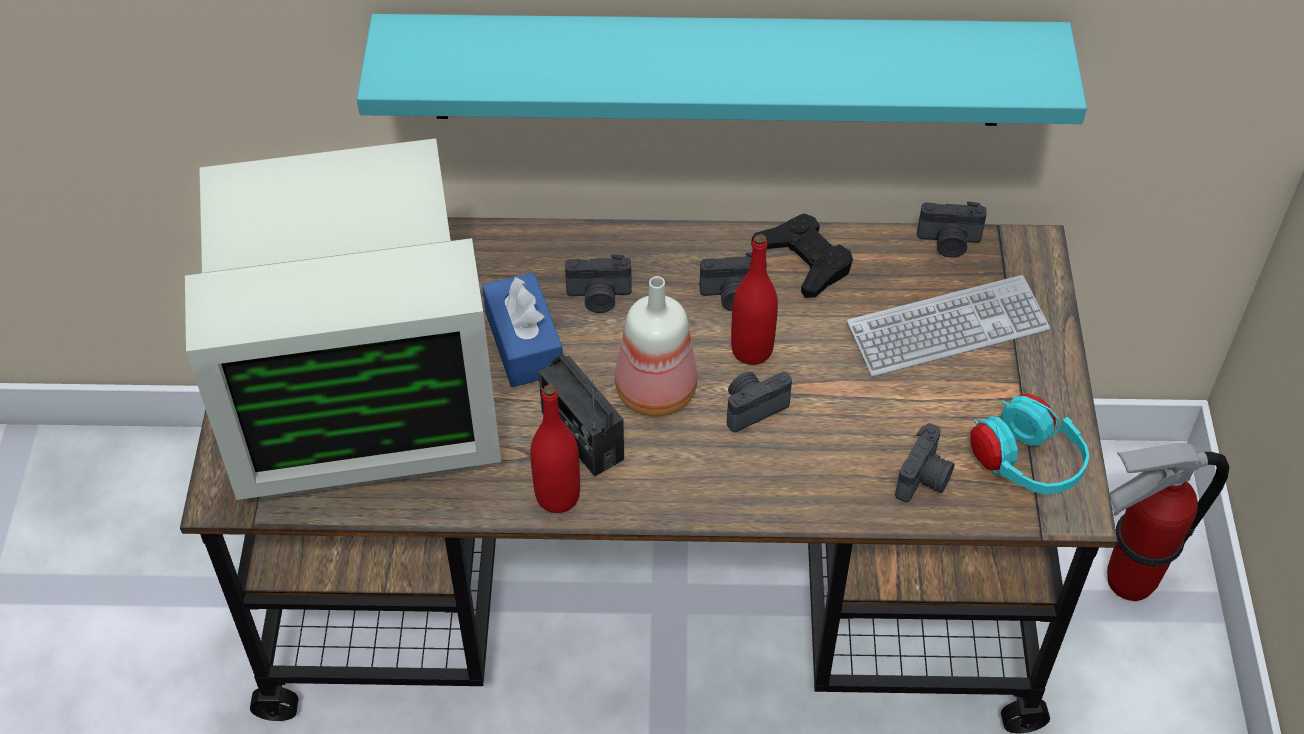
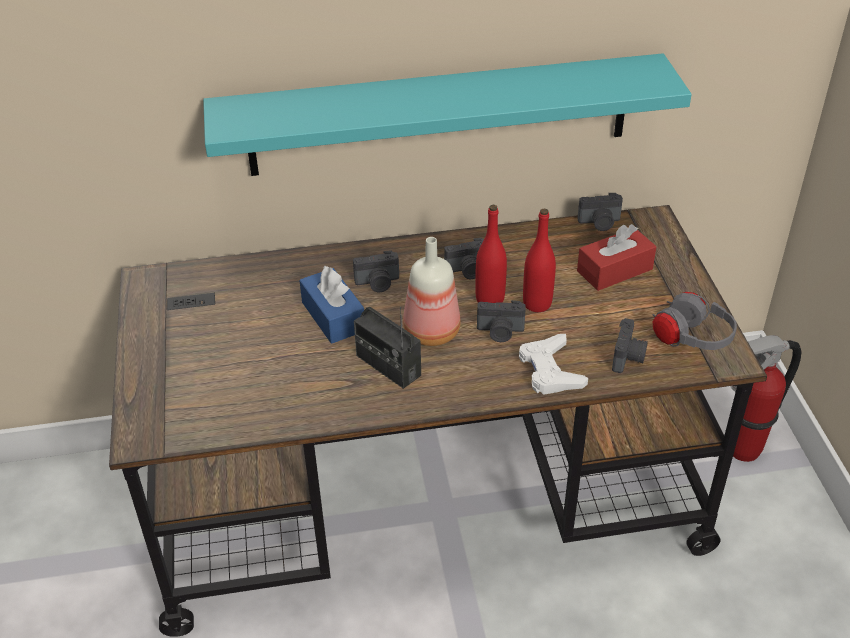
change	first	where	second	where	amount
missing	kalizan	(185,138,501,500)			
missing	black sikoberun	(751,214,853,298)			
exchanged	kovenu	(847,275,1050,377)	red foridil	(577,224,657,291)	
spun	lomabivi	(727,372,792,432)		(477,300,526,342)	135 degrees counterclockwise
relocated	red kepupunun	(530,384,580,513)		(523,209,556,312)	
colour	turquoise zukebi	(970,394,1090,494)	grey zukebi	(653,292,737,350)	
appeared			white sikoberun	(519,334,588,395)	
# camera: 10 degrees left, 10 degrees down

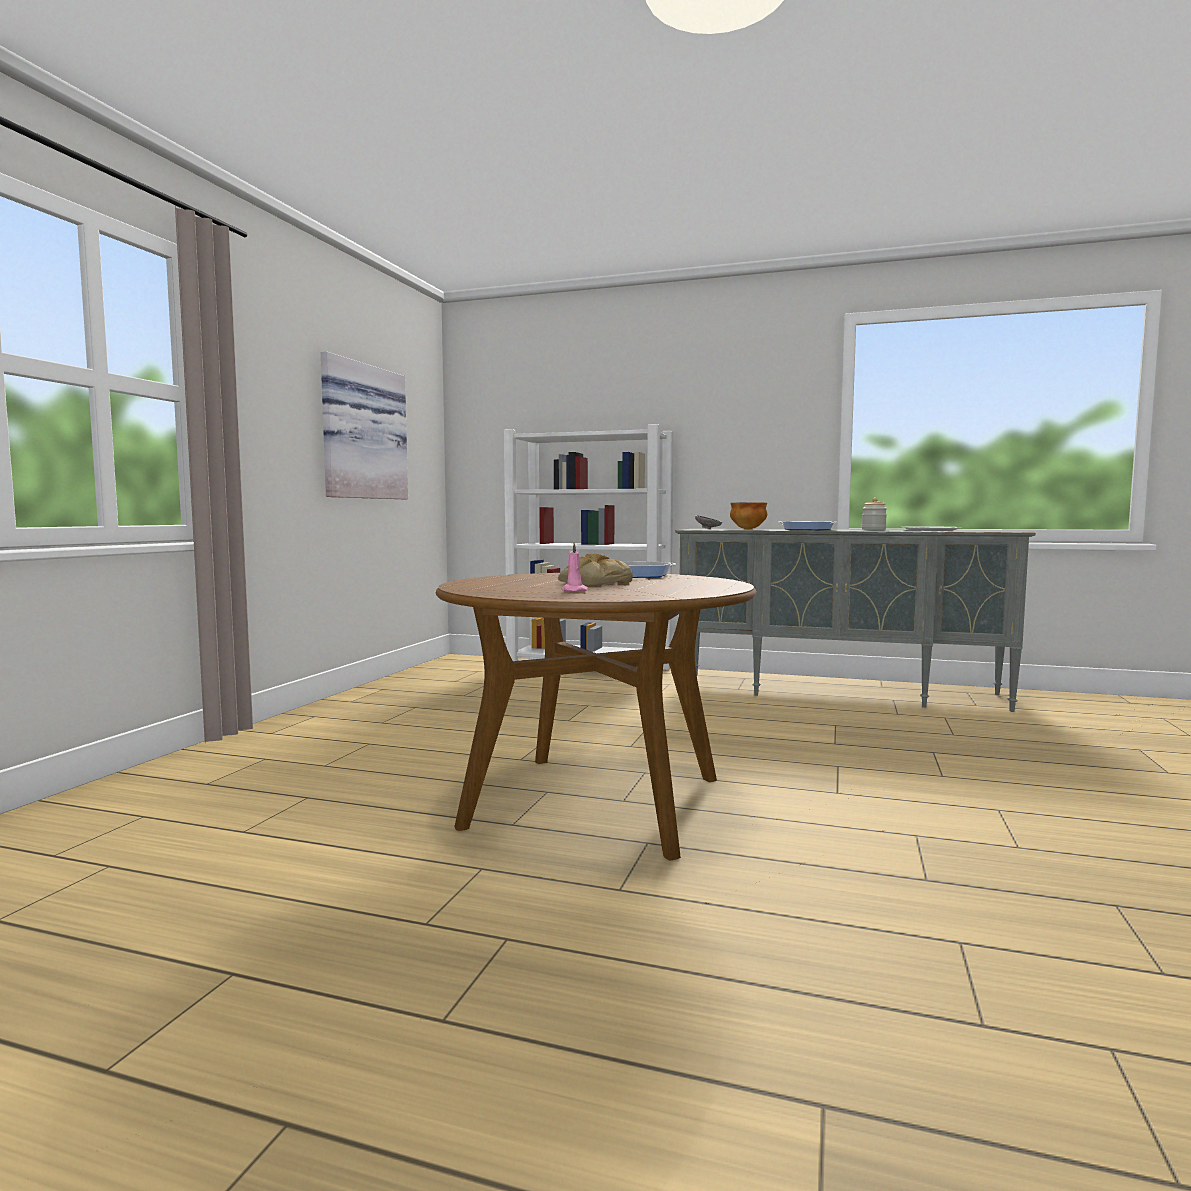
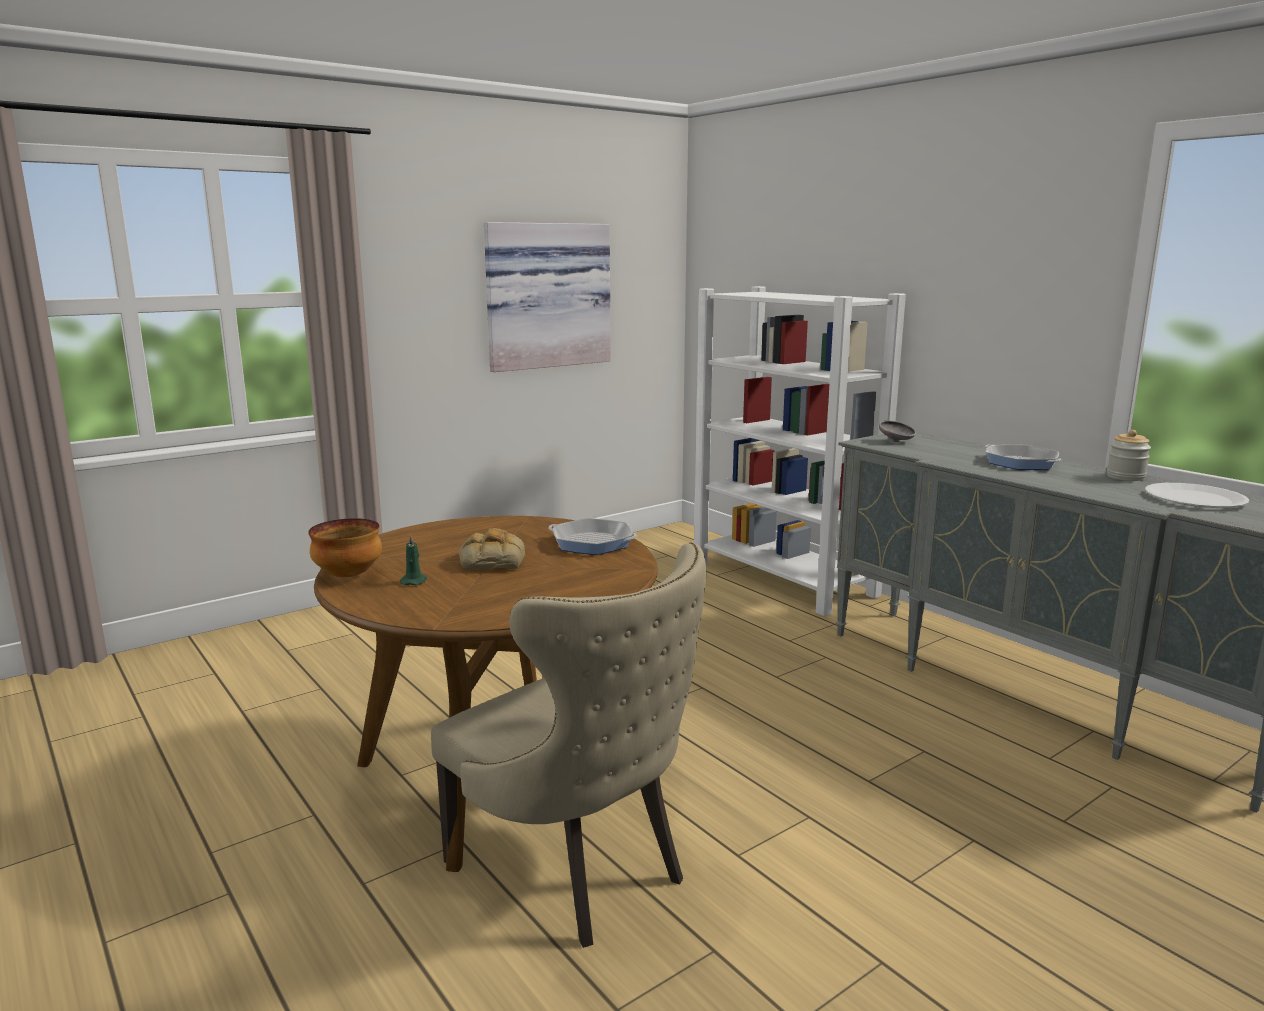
change	first	where	second	where	amount
relocated	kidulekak	(730,503,767,529)		(308,518,382,577)	
colour	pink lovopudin	(561,542,588,592)	green lovopudin	(400,534,427,585)	
appeared			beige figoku	(431,543,706,948)	
# camera: 35 degrees right, 10 degrees up

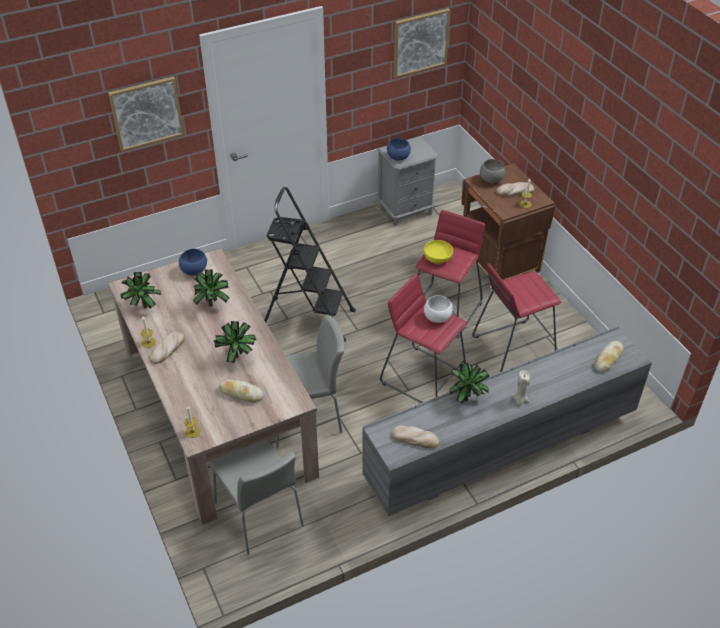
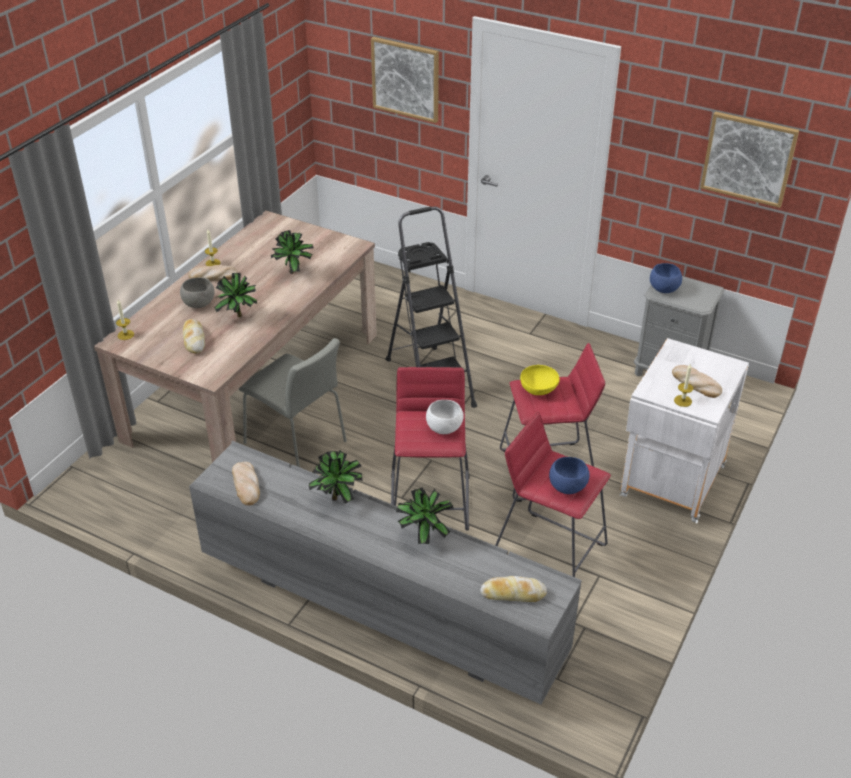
change	first	where	second	where	amount
relocated	grey kidulekak	(480,159,505,183)		(180,277,215,308)	
colour	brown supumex	(461,164,556,291)	white supumex	(620,338,749,523)	
relocated	blue kidulekak	(179,248,207,275)		(549,457,590,494)	
relocated	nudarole	(120,272,161,309)		(396,487,454,544)	
missing	beige lovopudin	(511,370,530,406)			
missing	grey figoku	(209,439,304,555)			
# camera: 55 degrees right, 5 degrees down

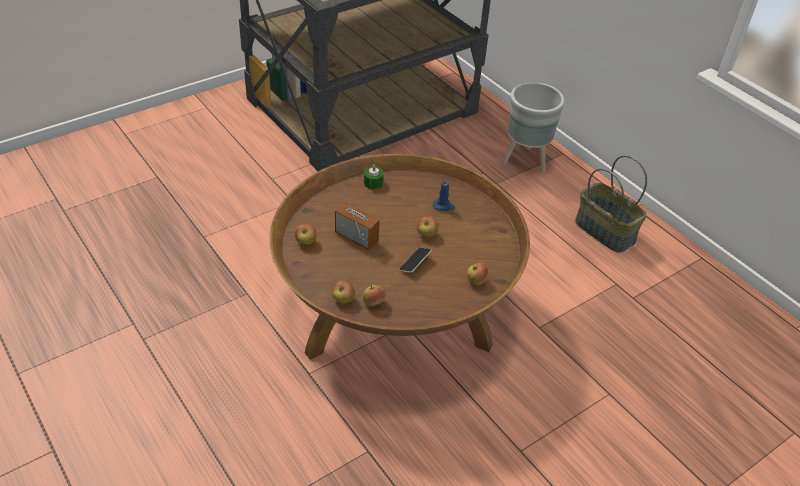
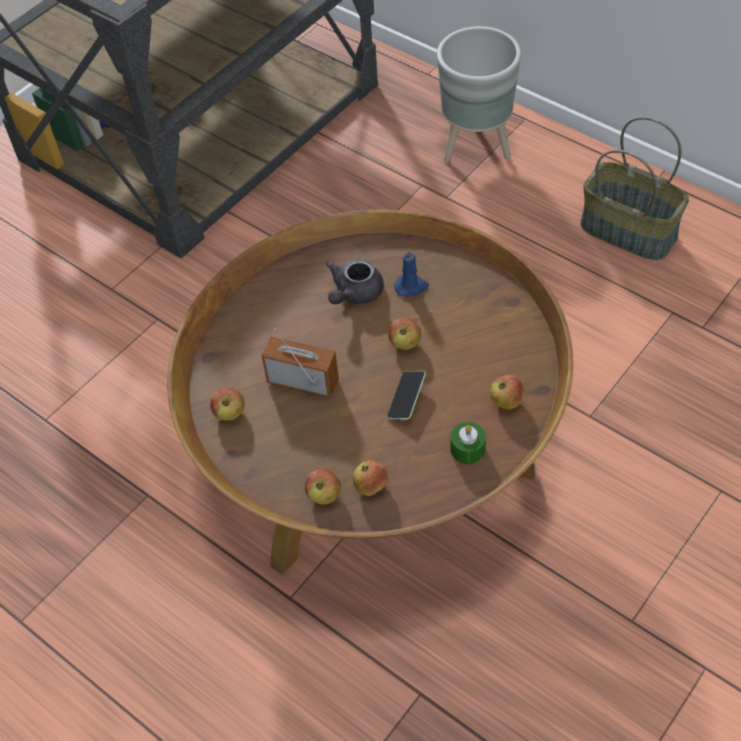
change	first	where	second	where	amount
relocated	green lovopudin	(364,164,384,189)		(450,422,486,464)	
appeared			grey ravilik	(326,259,384,304)	
# camera: 10 degrees left, 10 degrees up

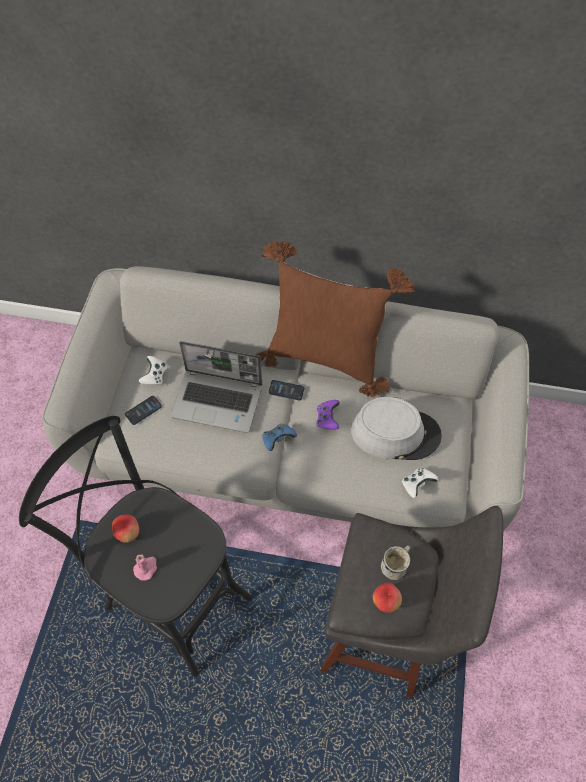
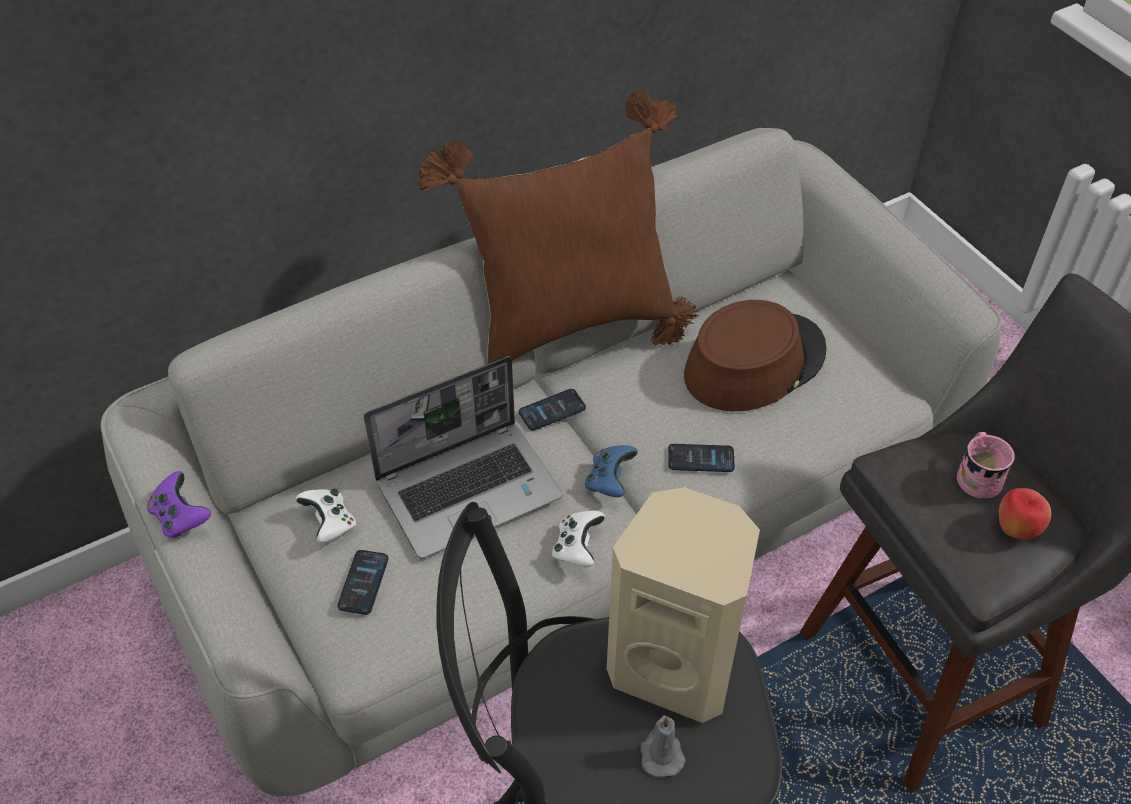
change	first	where	second	where	amount
colour	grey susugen	(351,397,442,460)	brown susugen	(684,300,827,411)	
relocated	purple sikoberun	(316,400,340,430)		(147,471,211,538)	
relocated	white sikoberun	(402,468,439,498)		(552,510,605,567)	
missing	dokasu	(112,515,139,543)			
colour	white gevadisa	(381,546,411,580)	pink gevadisa	(957,432,1015,499)	
colour	pink lovopudin	(133,554,157,581)	grey lovopudin	(640,715,686,778)	
appeared			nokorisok	(668,444,735,472)	
appeared			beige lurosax	(607,487,760,723)	
# camera: 40 degrees left, 10 degrees down

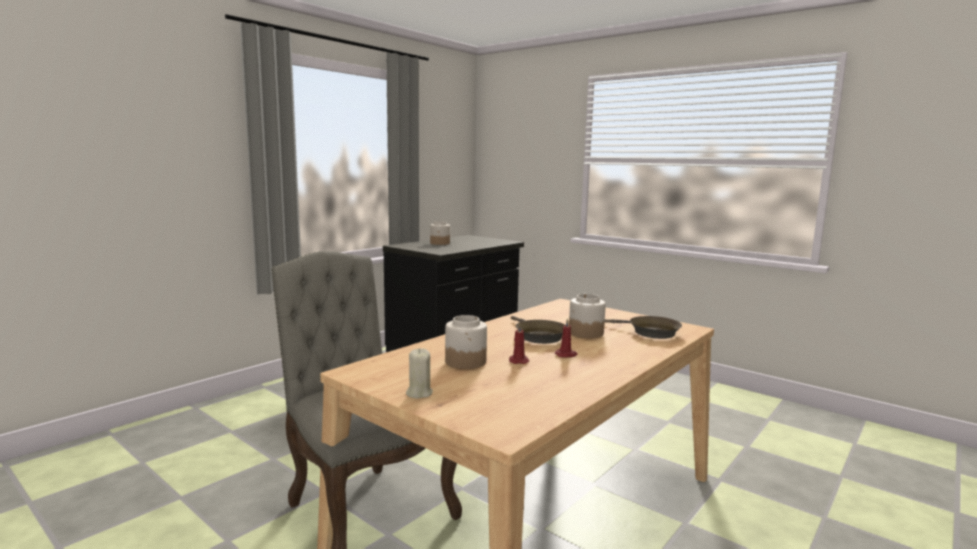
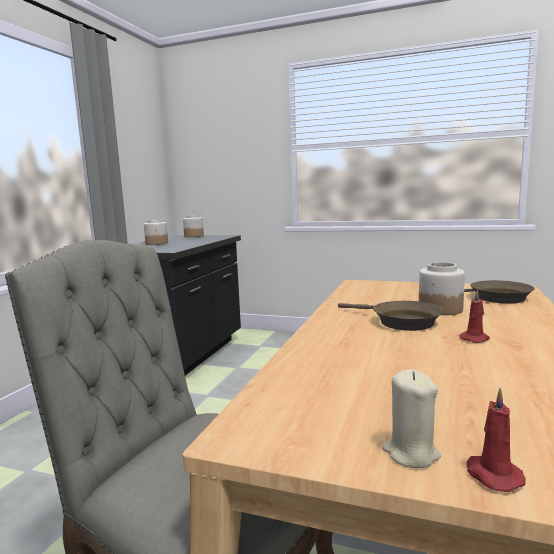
change	first	where	second	where	amount
relocated	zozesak	(445,315,487,369)		(183,215,204,237)	
relocated	red lovopudin	(509,324,529,364)		(467,388,526,492)	
# camera: 20 degrees left, 0 degrees up

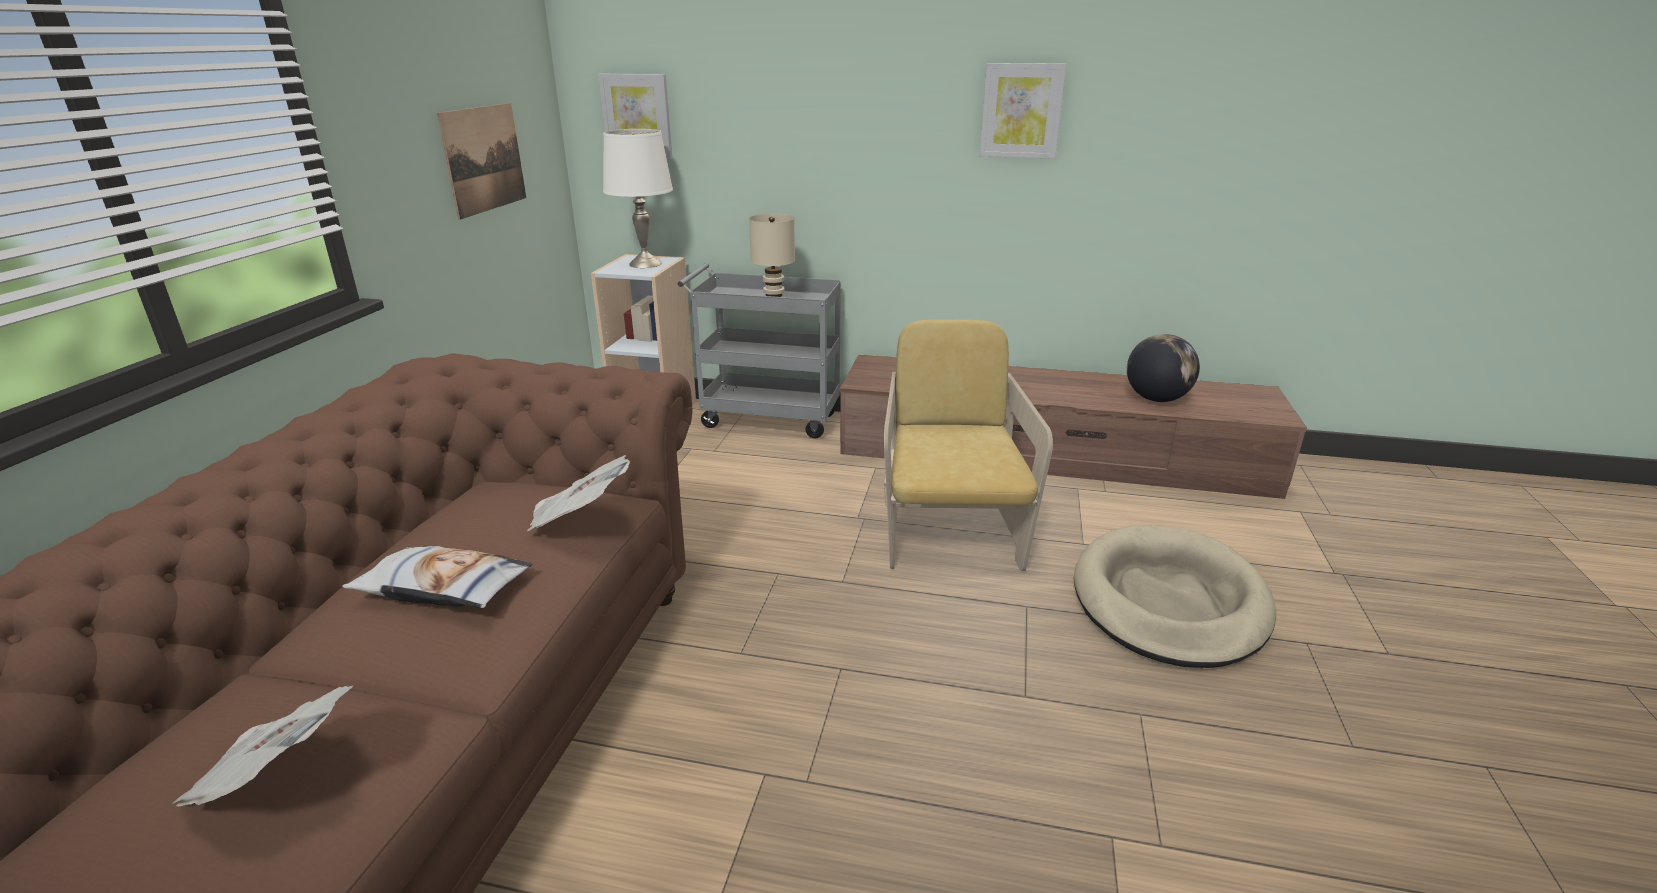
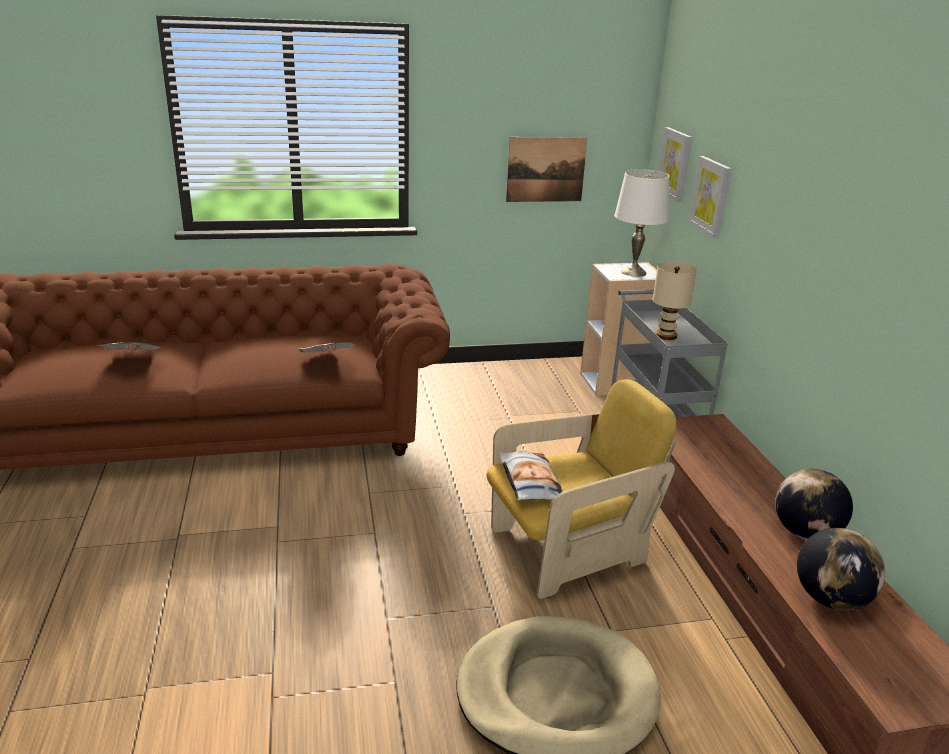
change	first	where	second	where	amount
relocated	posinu	(980,63,1066,159)		(688,156,732,239)	
relocated	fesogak	(342,546,532,608)		(498,451,563,501)	
appeared			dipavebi	(775,469,853,540)	
# camera: 65 degrees right, 0 degrees up

